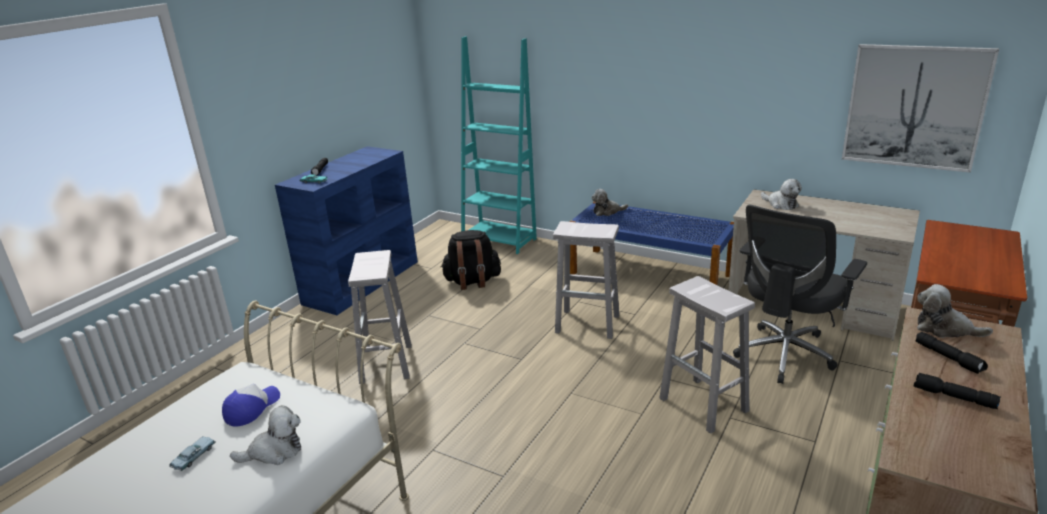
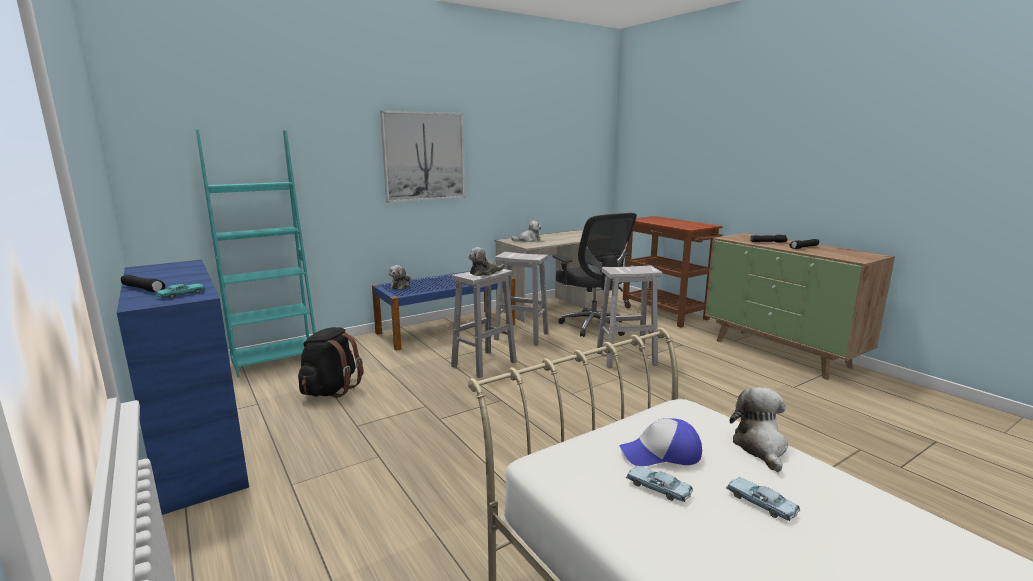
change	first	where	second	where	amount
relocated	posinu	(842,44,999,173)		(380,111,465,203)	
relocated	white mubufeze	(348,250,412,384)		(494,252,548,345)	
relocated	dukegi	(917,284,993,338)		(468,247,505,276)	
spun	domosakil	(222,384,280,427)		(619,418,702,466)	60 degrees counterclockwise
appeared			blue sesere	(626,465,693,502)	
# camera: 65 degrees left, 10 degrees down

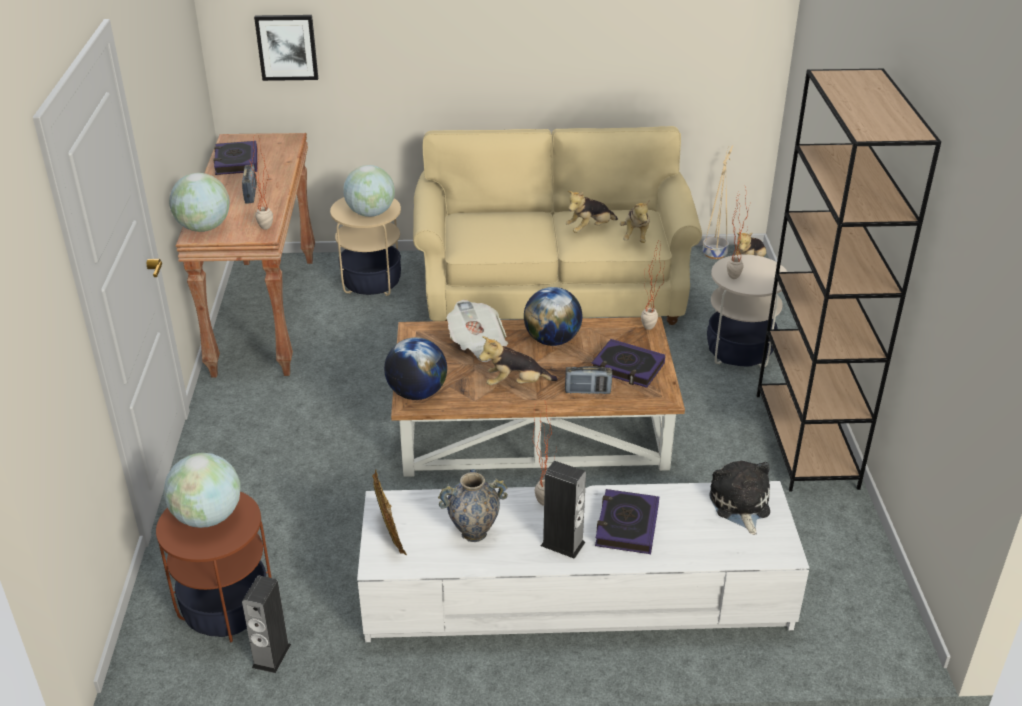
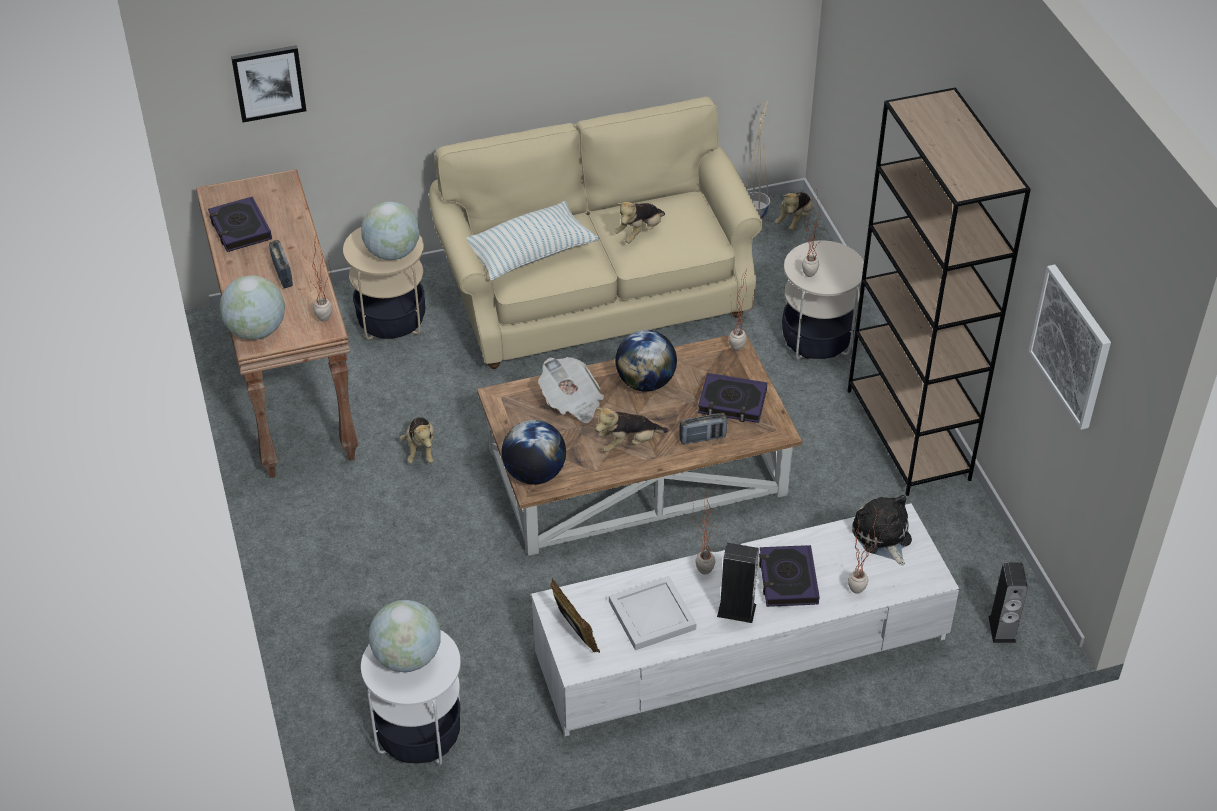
change	first	where	second	where	amount
relocated	dukegi	(620,200,650,243)		(400,417,434,463)	
exchanged	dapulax	(438,469,508,542)	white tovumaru	(609,576,697,650)	
colour	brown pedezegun	(156,492,272,642)	white pedezegun	(361,630,461,765)	
relocated	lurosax	(242,576,291,673)		(988,562,1028,643)	
appeared			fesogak	(466,201,599,281)	
appeared			posinu	(1028,264,1111,430)	
appeared			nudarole	(848,505,887,594)	
# camera: 15 degrees left, 10 degrees up

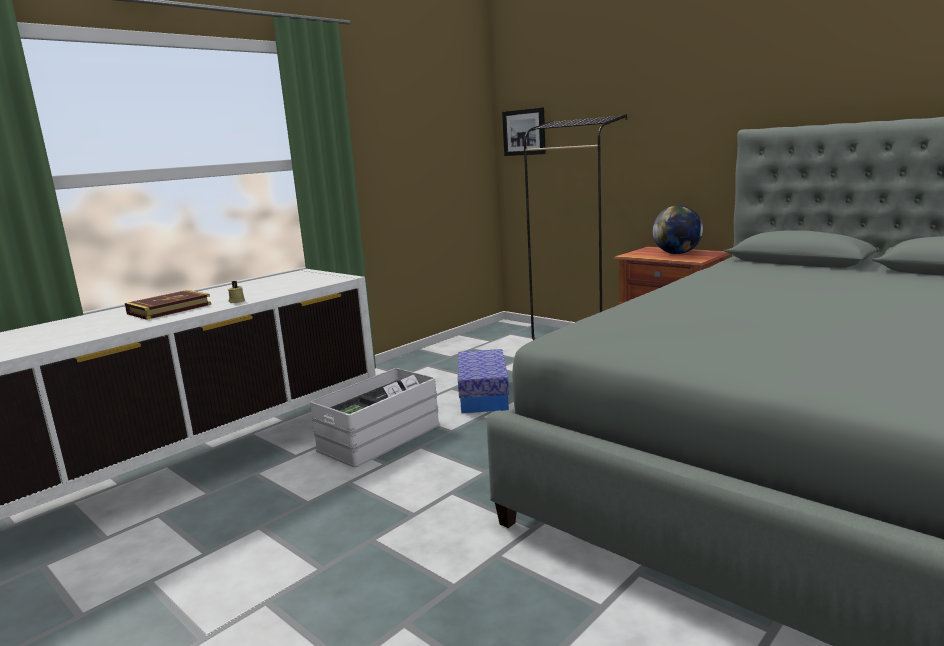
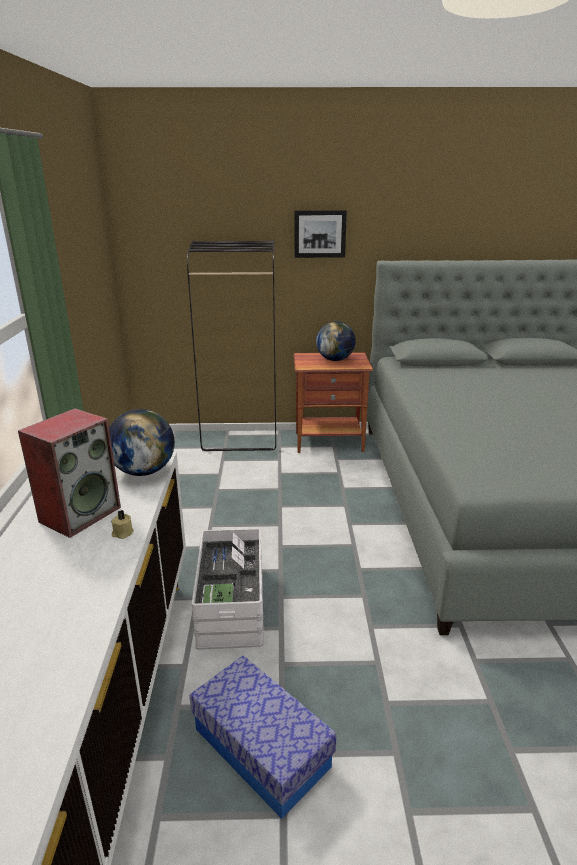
change	first	where	second	where	amount
relocated	posinu	(502,107,546,156)		(294,210,347,258)	
missing	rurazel	(125,290,211,320)			
relocated	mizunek	(458,349,509,413)		(189,655,337,819)	
appeared			lurosax	(18,408,121,538)	
appeared			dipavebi	(109,409,175,476)	
# camera: 45 degrees left, 10 degrees up

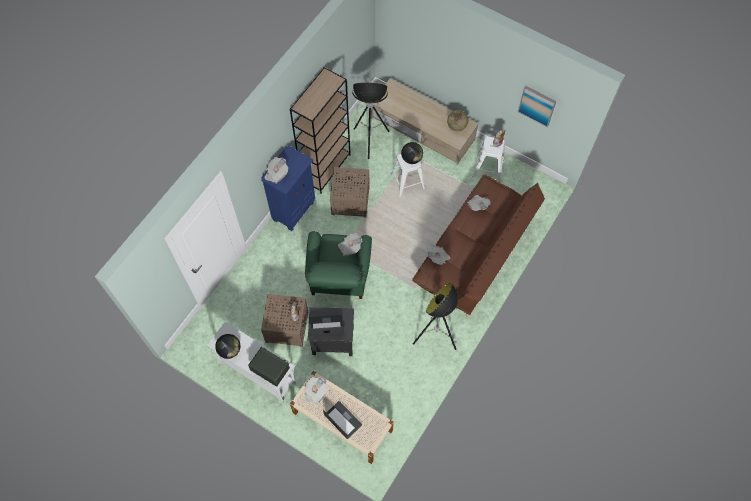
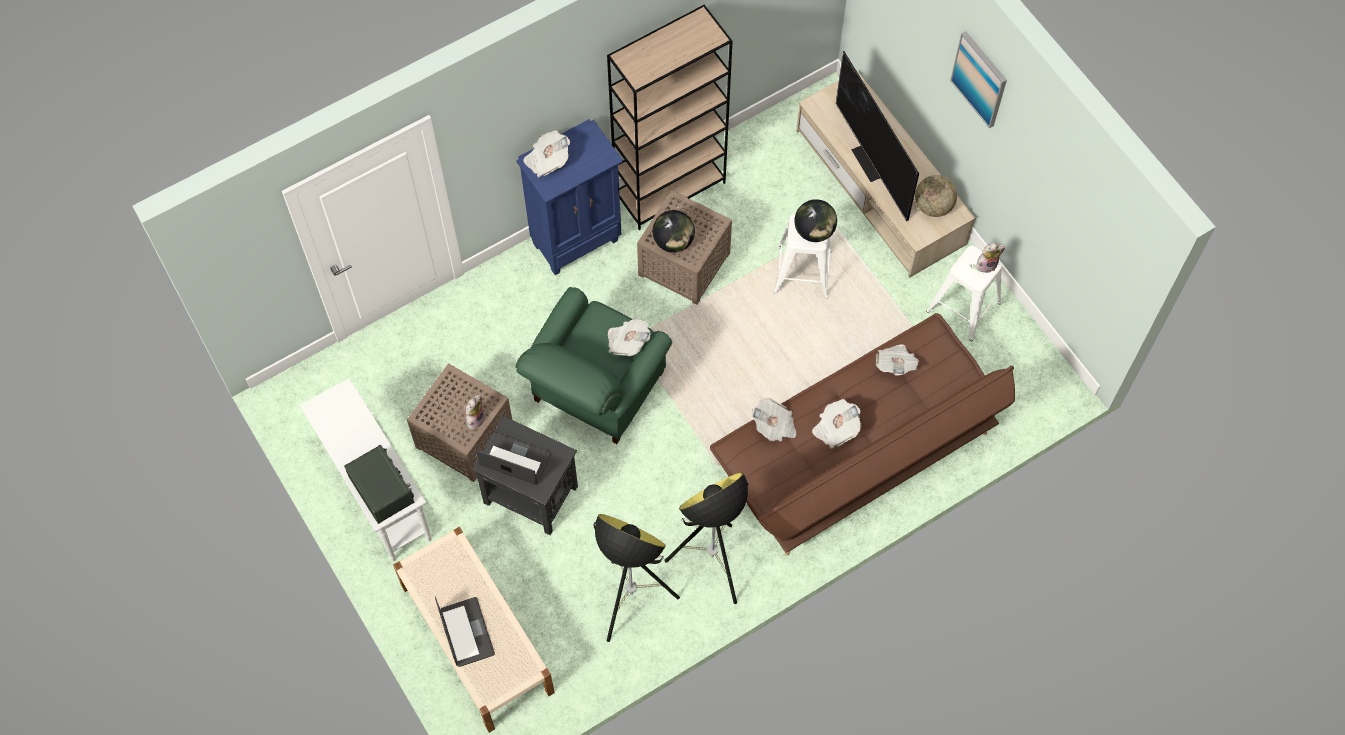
change	first	where	second	where	amount
relocated	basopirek	(352,82,390,159)		(593,514,680,642)	
relocated	posinu	(518,86,556,127)		(950,31,1007,128)	
relocated	dipavebi	(215,334,240,359)		(652,210,695,253)	
relocated	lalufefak	(303,377,328,405)		(812,399,861,448)	
appeared			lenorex	(836,51,919,221)	
# camera: 25 degrees right, 0 degrees up

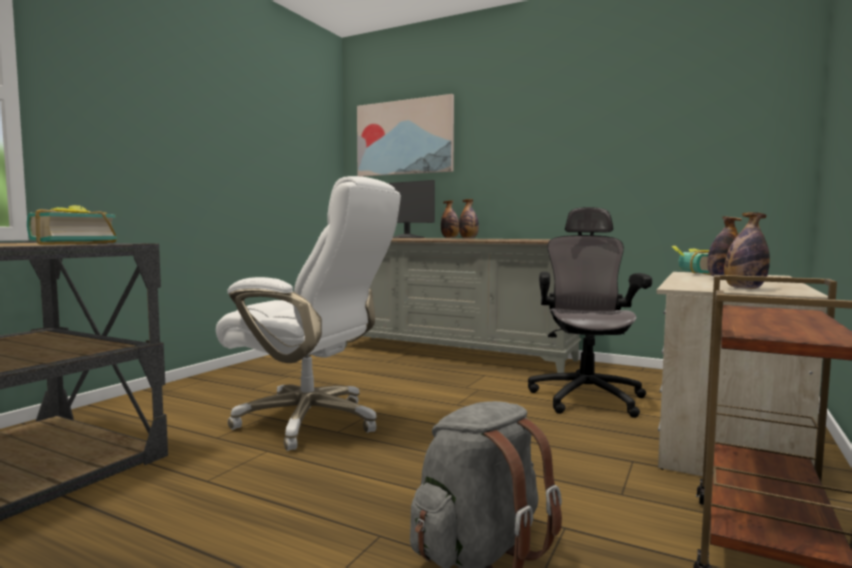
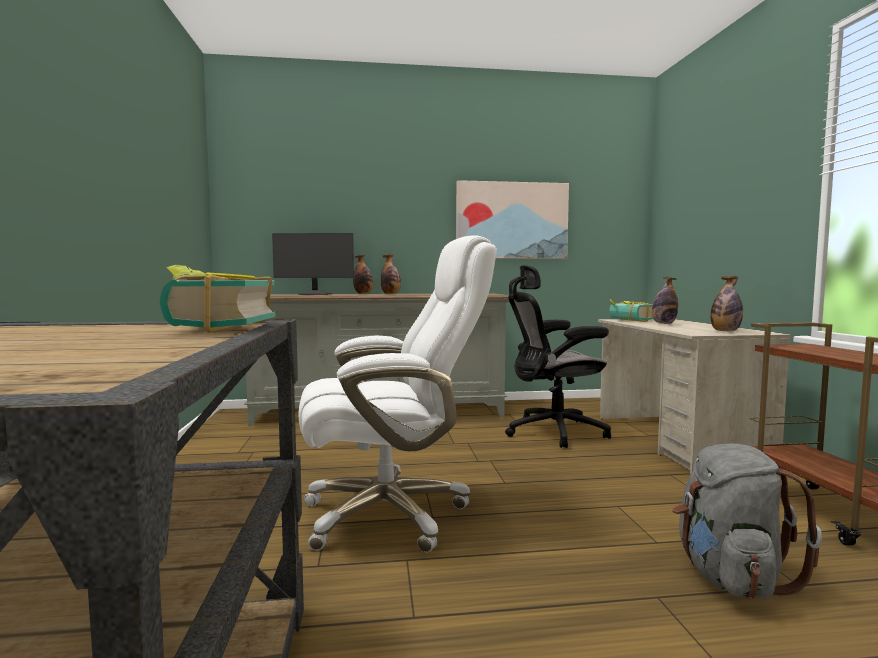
change	first	where	second	where	amount
relocated	posinu	(357,94,454,176)		(456,180,569,259)	
spun	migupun	(528,207,652,418)		(505,265,611,448)	75 degrees counterclockwise
# camera: 35 degrees left, 0 degrees up

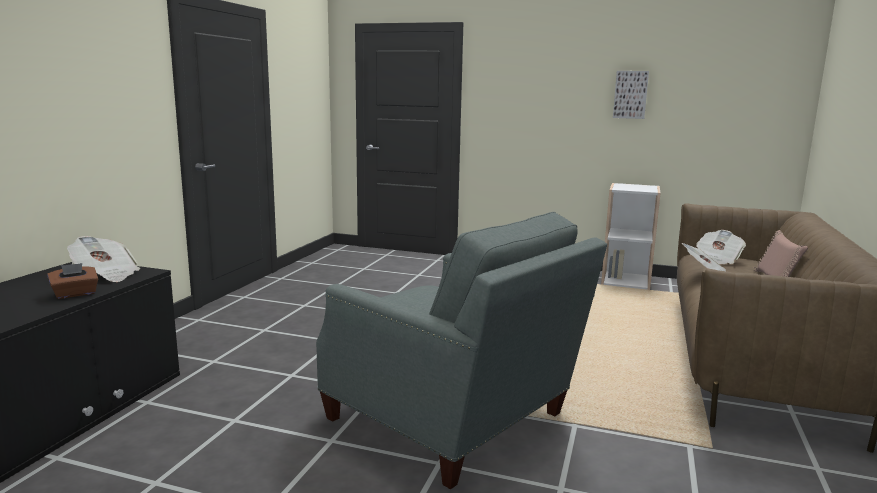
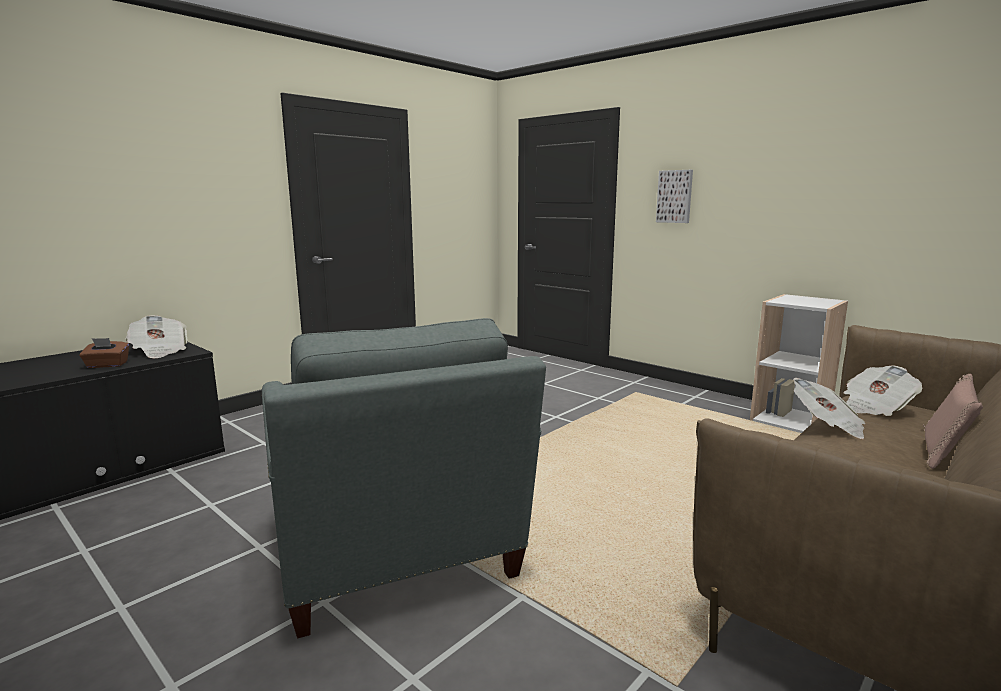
change	first	where	second	where	amount
relocated	posinu	(613,71,649,119)		(656,170,693,223)	
# camera: 25 degrees right, 0 degrees up

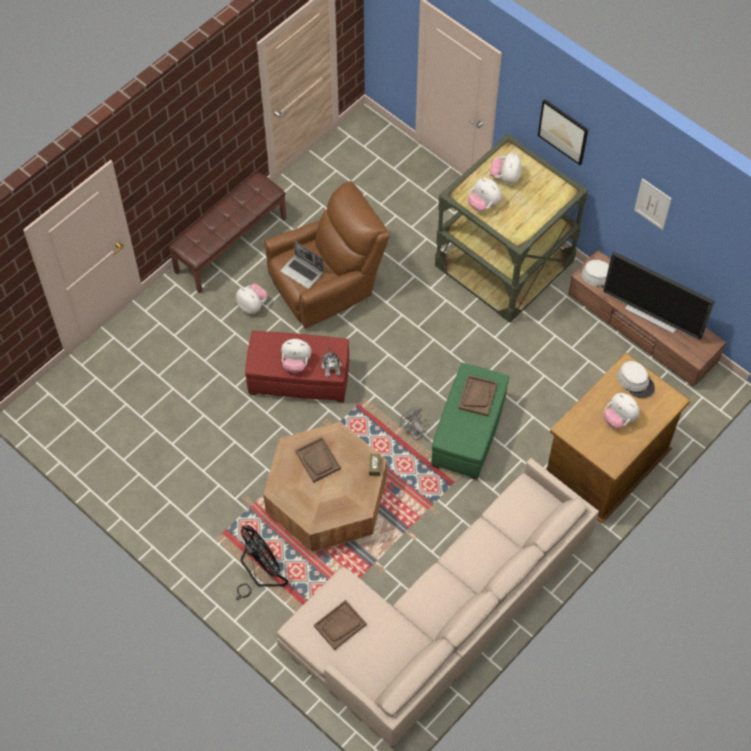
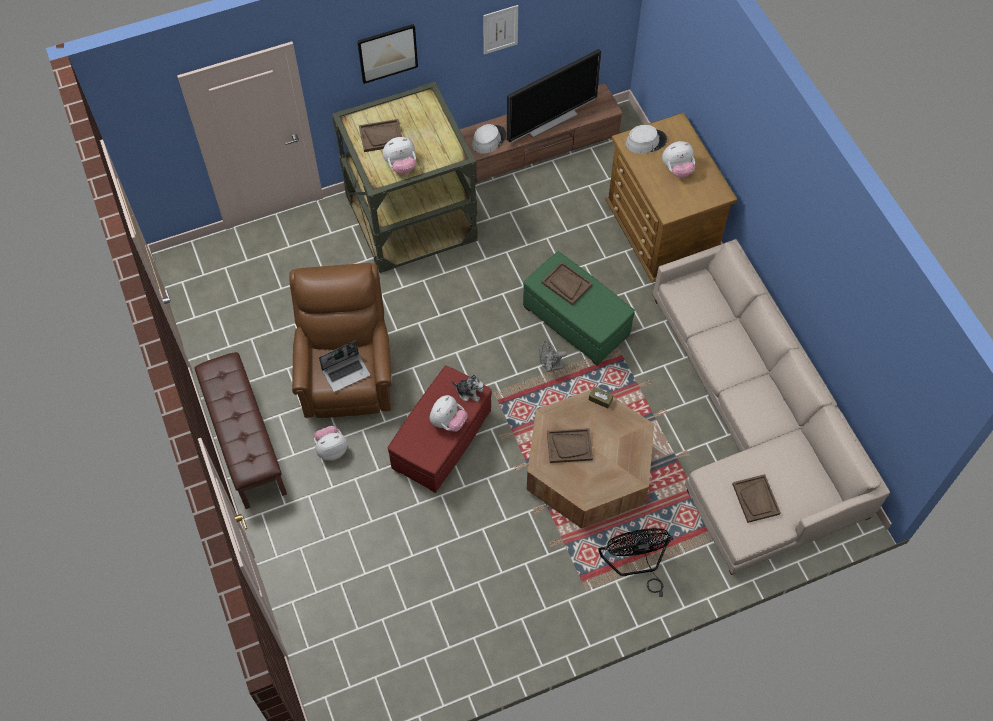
change	first	where	second	where	amount
exchanged	dukegi	(490,153,522,184)	brown tovumaru	(359,119,402,152)	
# camera: 65 degrees left, 0 degrees up

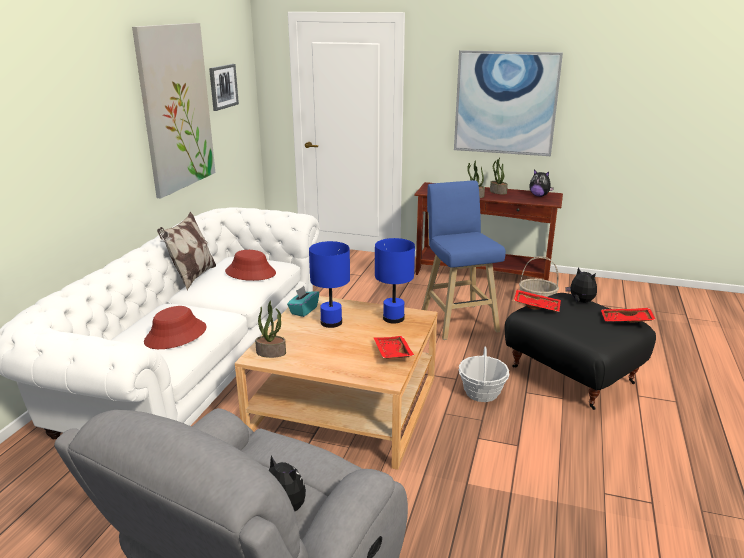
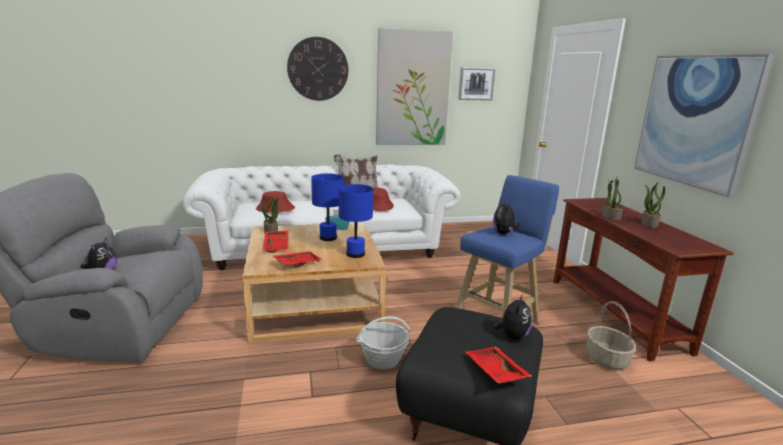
change	first	where	second	where	amount
relocated	dukegi	(529,170,554,197)		(493,200,520,234)	
relocated	red tovumaru	(514,290,561,312)		(263,231,288,253)	
appeared			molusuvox	(287,37,348,101)	
# camera: 60 degrees right, 5 degrees down

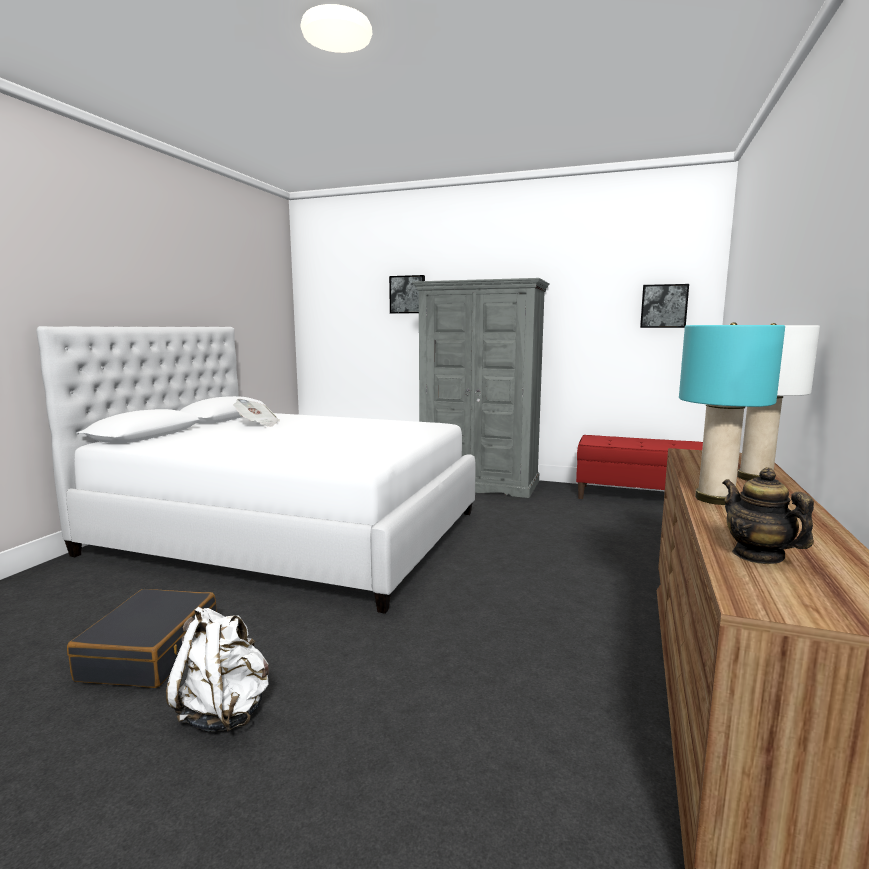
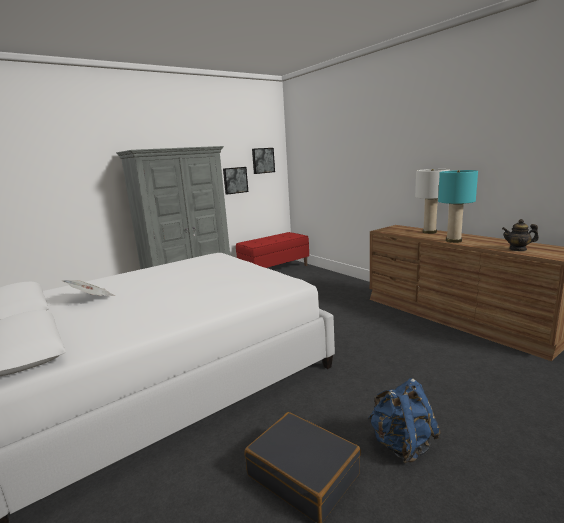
change	first	where	second	where	amount
relocated	posinu	(389,275,425,314)		(223,167,248,195)	
colour	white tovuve	(166,606,269,732)	blue tovuve	(368,378,441,463)	
# camera: 55 degrees left, 5 degrees up

